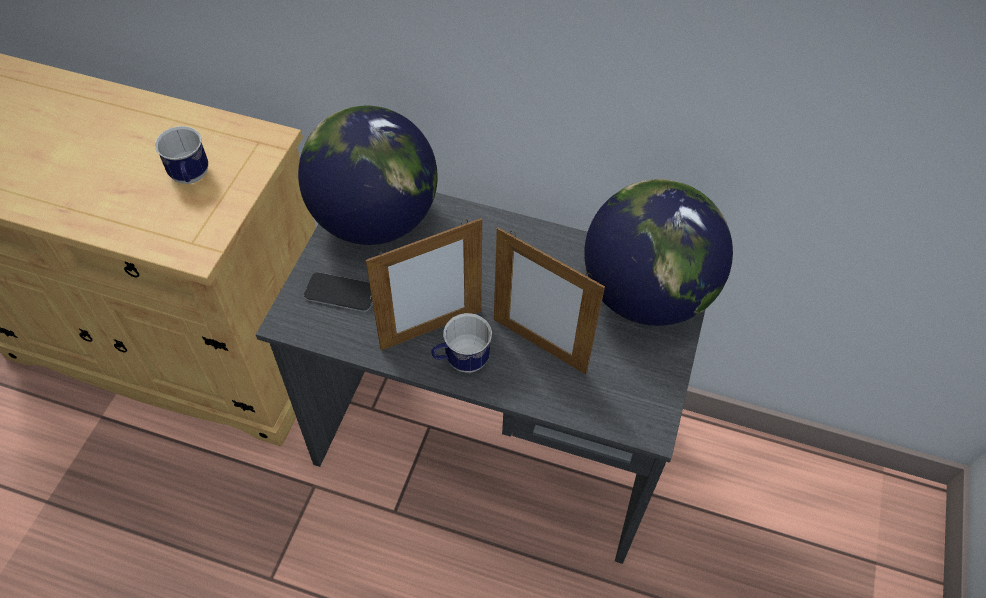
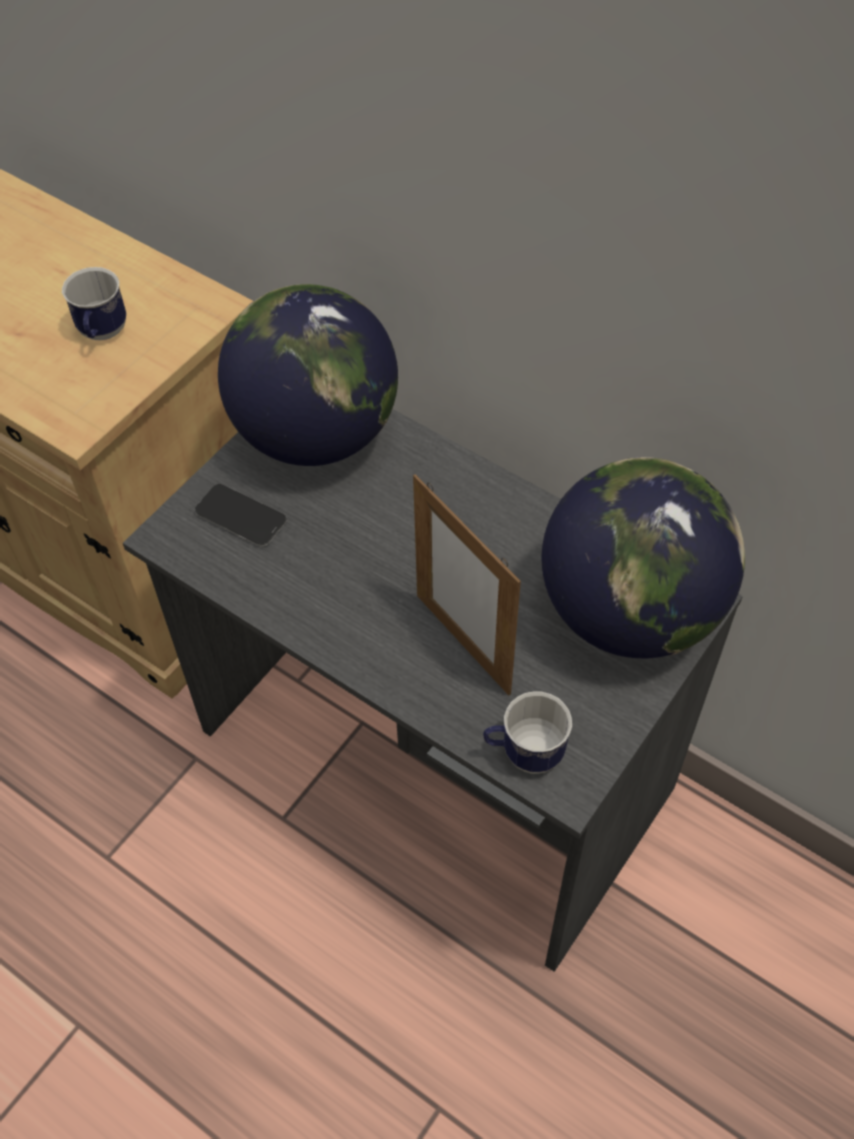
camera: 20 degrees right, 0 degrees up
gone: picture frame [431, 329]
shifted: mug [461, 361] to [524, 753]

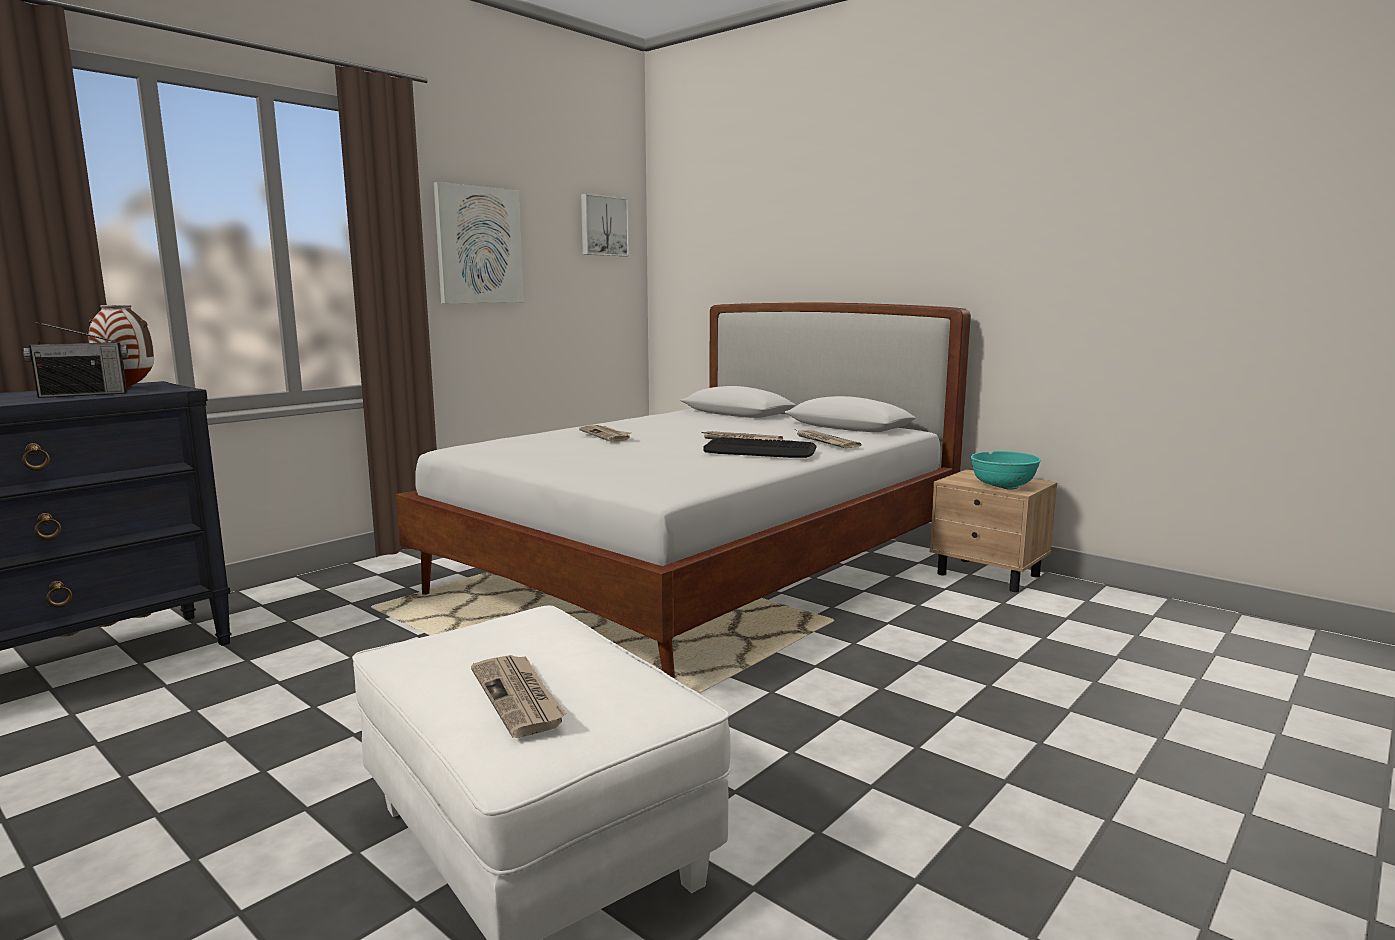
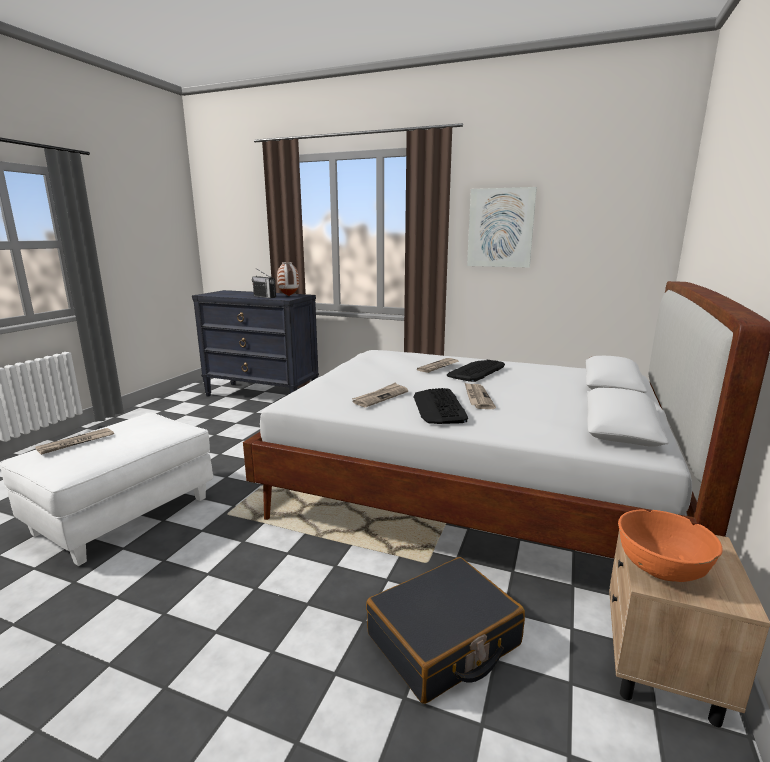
camera: 70 degrees right, 5 degrees up
gone: picture [603, 226]
new: black suitcase [444, 641]; keyboard [476, 371]
shifted: newspaper [825, 441] to [380, 397]
repainted: turquoise bowl [1002, 486] to orange bowl [660, 568]

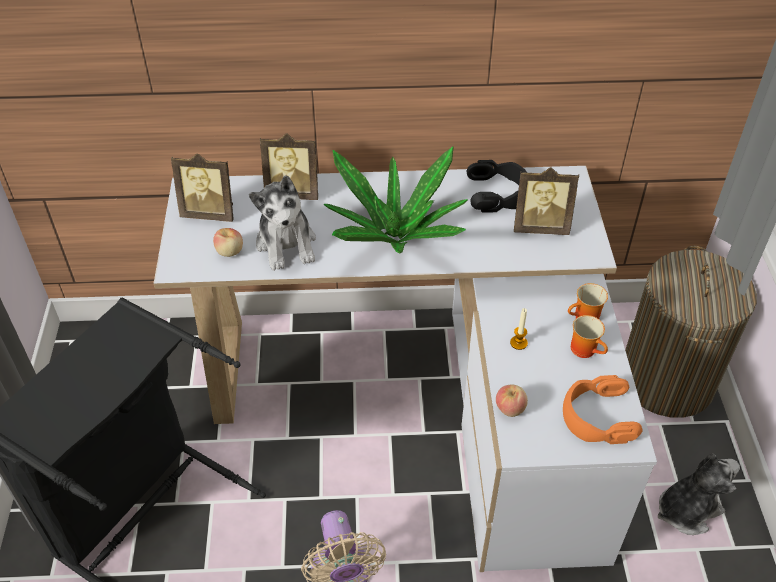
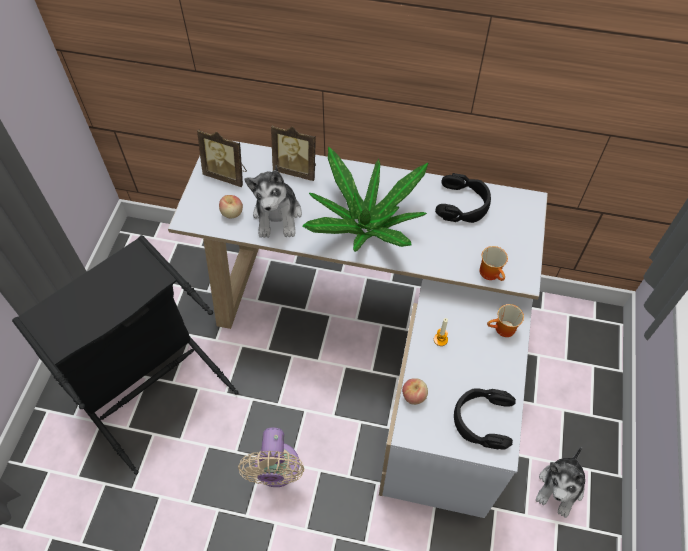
camera: 15 degrees right, 10 degrees up
gone: picture frame [540, 227]; laundry basket [667, 380]
shifted: mug [586, 349] to [492, 273]
repainted: orange headphones [597, 416] to black headphones [482, 420]
rotated: plush toy [687, 509] = [560, 487] 135 degrees clockwise

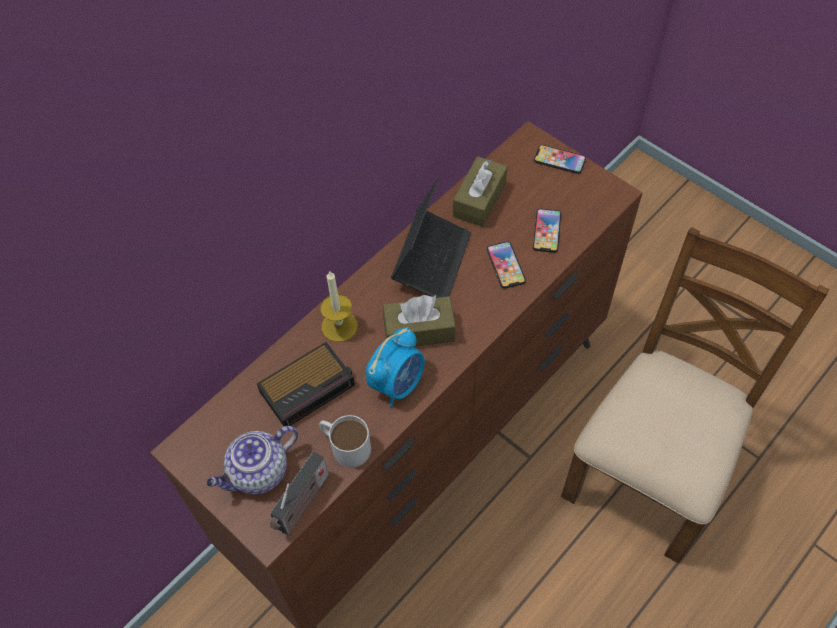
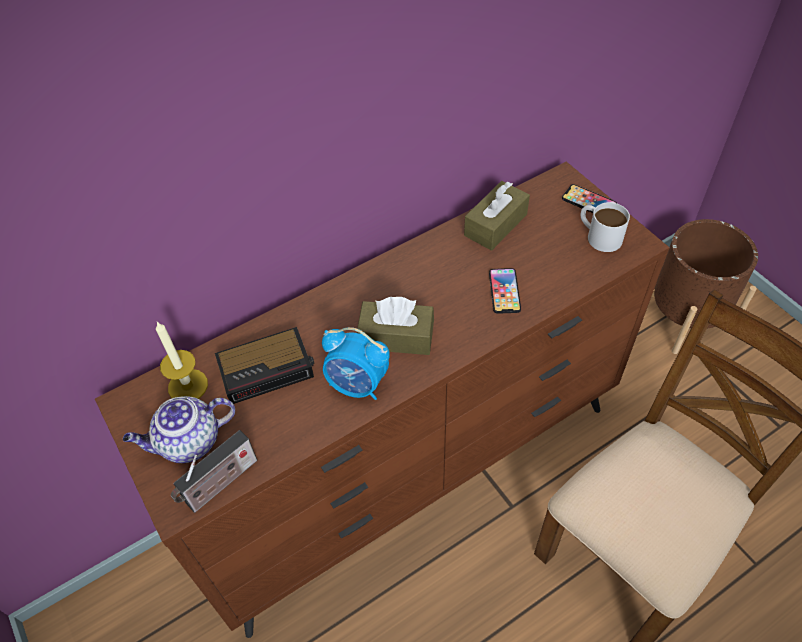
camera: 15 degrees right, 5 degrees down
gone: laptop [432, 260]; phone [546, 231]
new: brown planter [684, 318]
shifted: white mug [344, 445] to [599, 235]; candle [339, 326] to [188, 386]
rotated: alarm clock [397, 383] = [357, 384] 60 degrees clockwise

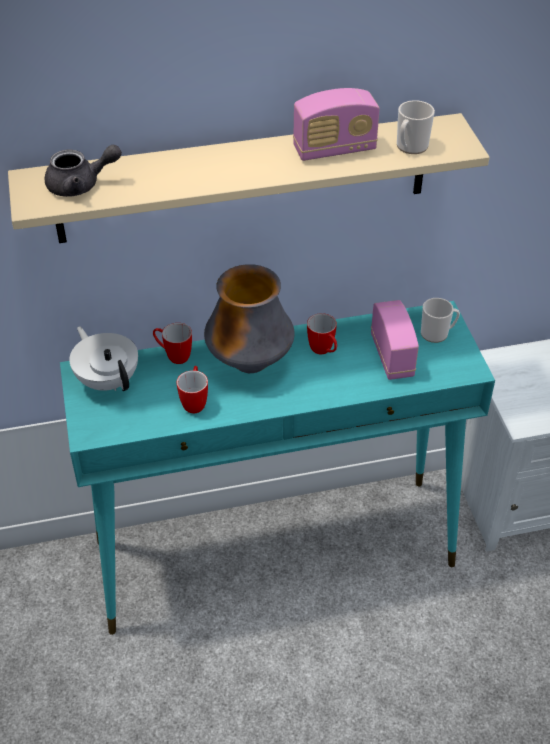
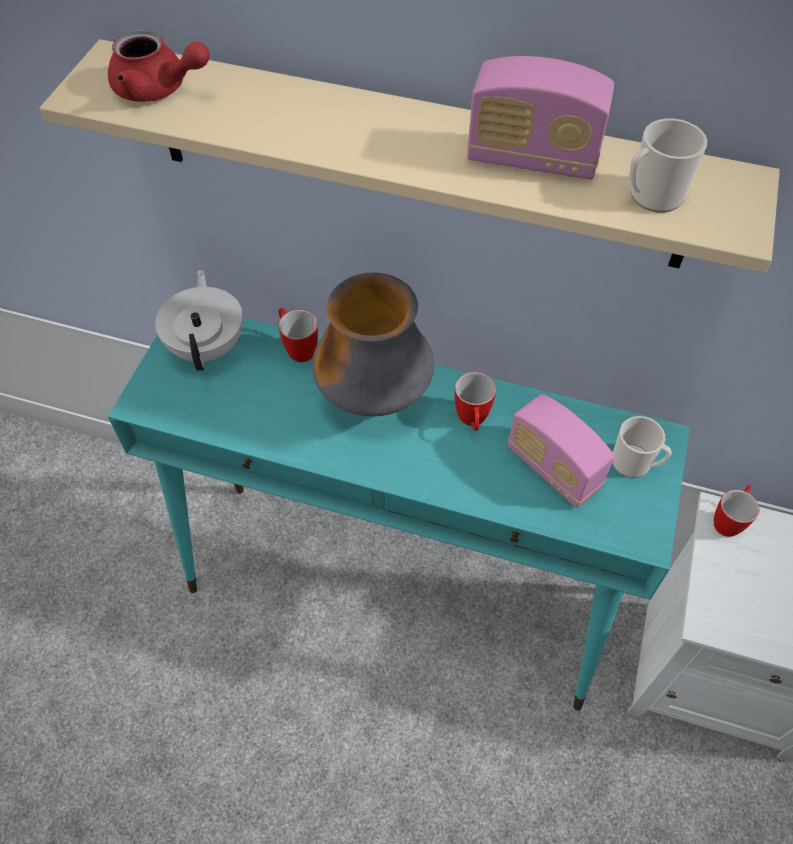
camera: 30 degrees right, 10 degrees up
shifted: mug [195, 401] to [728, 520]
repainted: grey teapot [81, 185] to red teapot [159, 89]
rotated: radio [392, 356] = [553, 468] 120 degrees clockwise

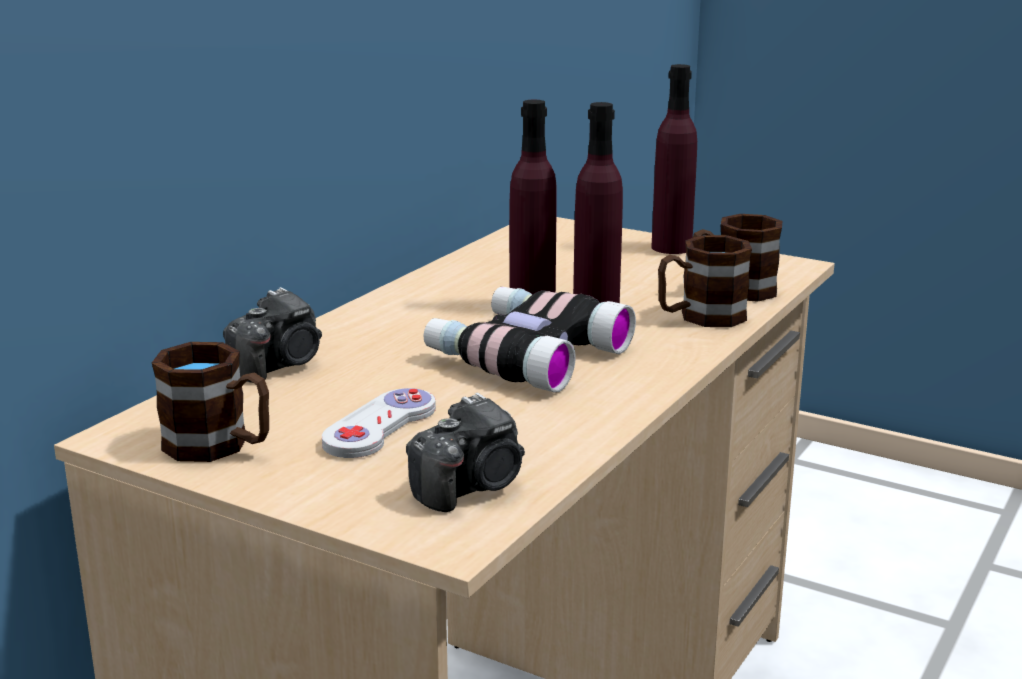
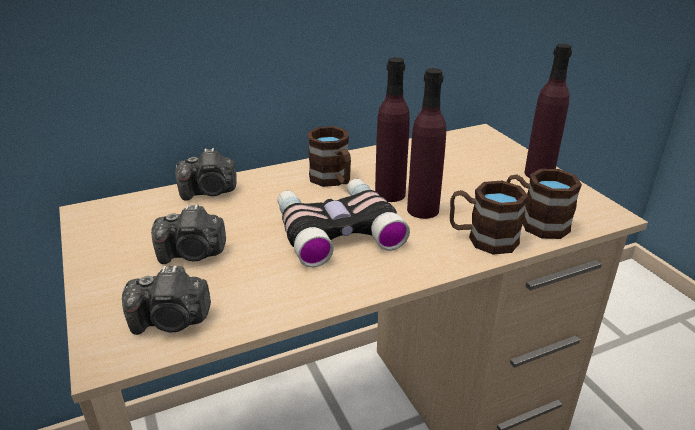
camera: 35 degrees right, 10 degrees up
shifted: brown mug [220, 447] to [333, 180]
swapped: white game controller [380, 427] to photo camera [193, 254]

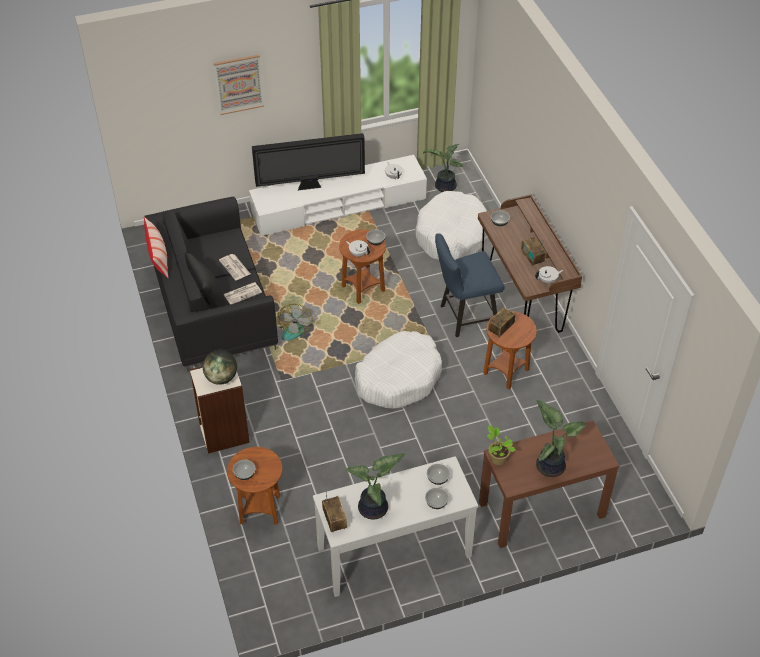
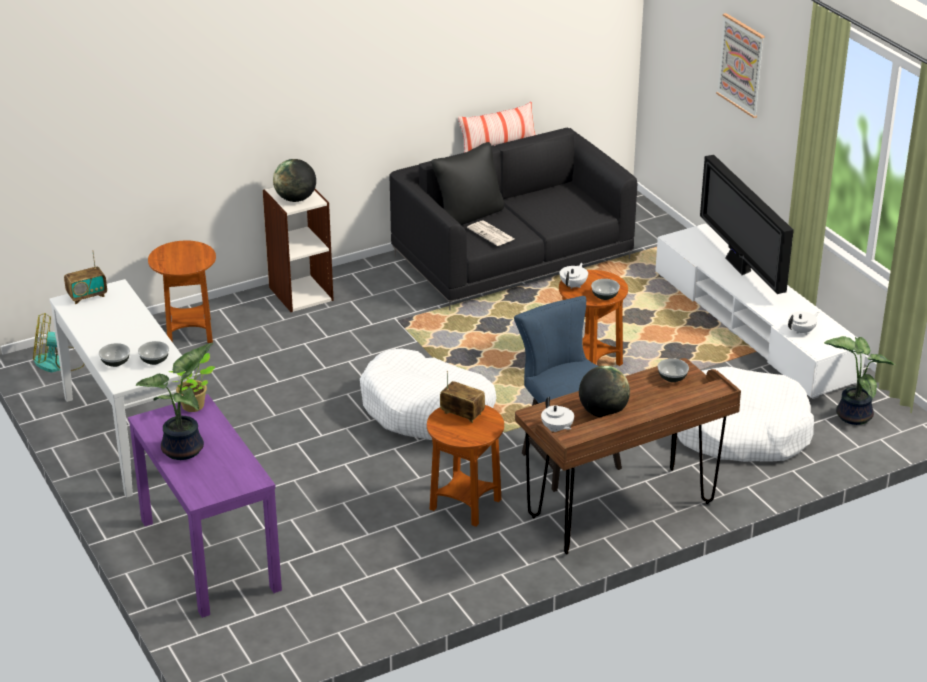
camera: 80 degrees right, 15 degrees down
gone: newspaper [235, 267]; bowl [244, 474]; potted plant [375, 509]
shifted: fan [293, 328] to [59, 363]
swapped: radio [532, 258] to globe [603, 413]
repainted: brown console table [541, 510] to purple console table [209, 554]

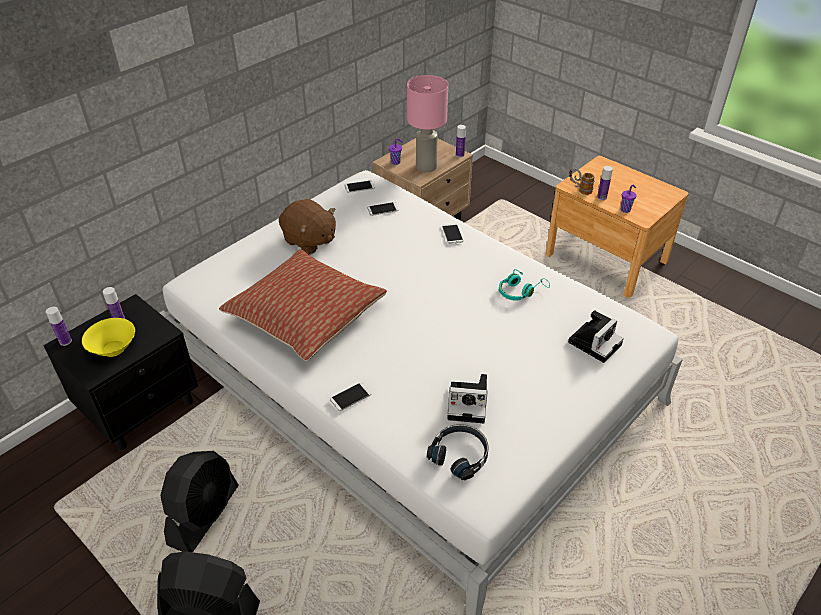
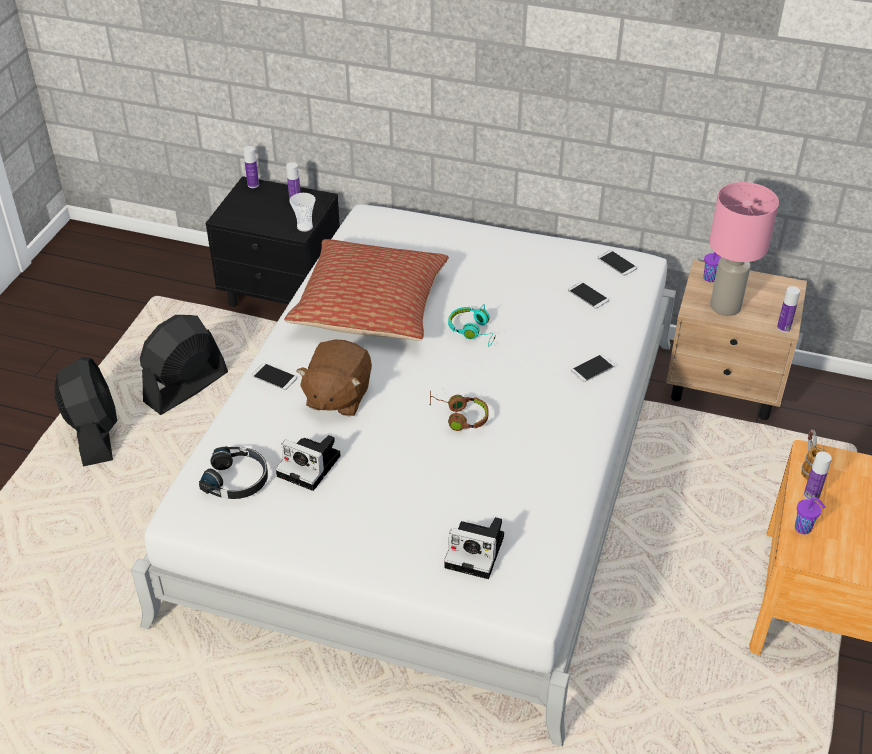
camera: 65 degrees right, 0 degrees up
gone: yellow bowl [113, 349]
new: cup [305, 227]; brown headphones [458, 416]
shifted: brown plush toy [309, 241] to [337, 396]; turquoise headphones [520, 291] to [473, 331]
rotated: black fan [204, 515] = [185, 388] 135 degrees clockwise; photo camera [469, 403] = [311, 466] 45 degrees counterclockwise

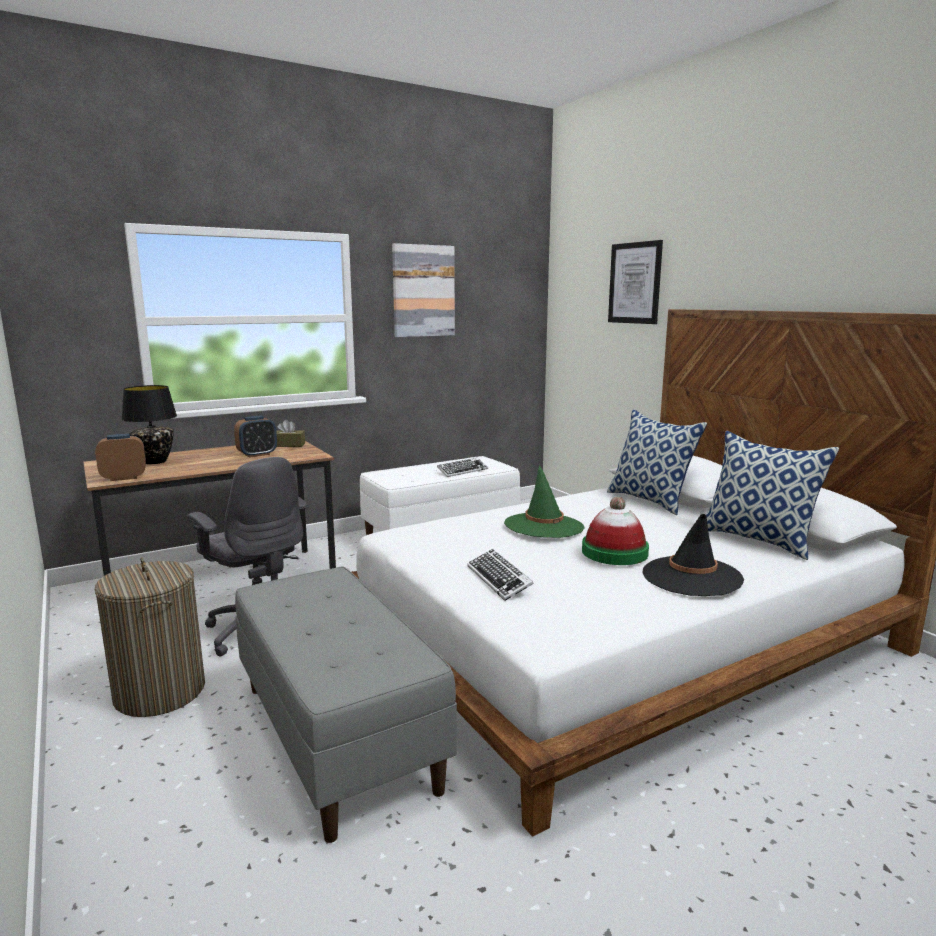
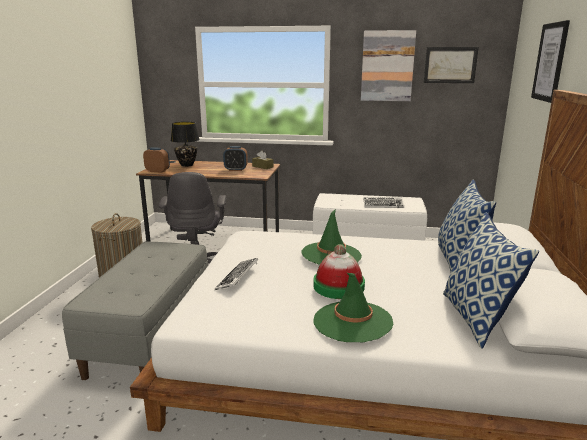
camera: 40 degrees right, 5 degrees up
new: picture [450, 65]
repainted: black hat [691, 576] to green hat [352, 321]

